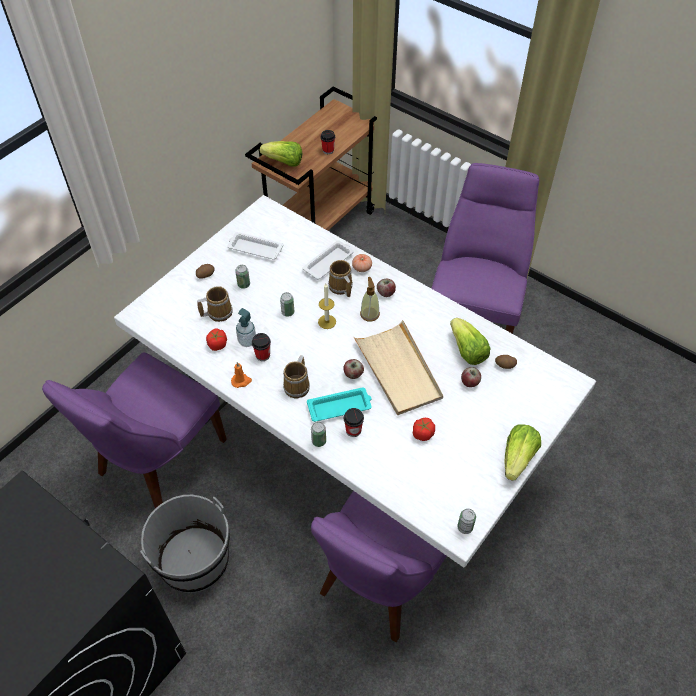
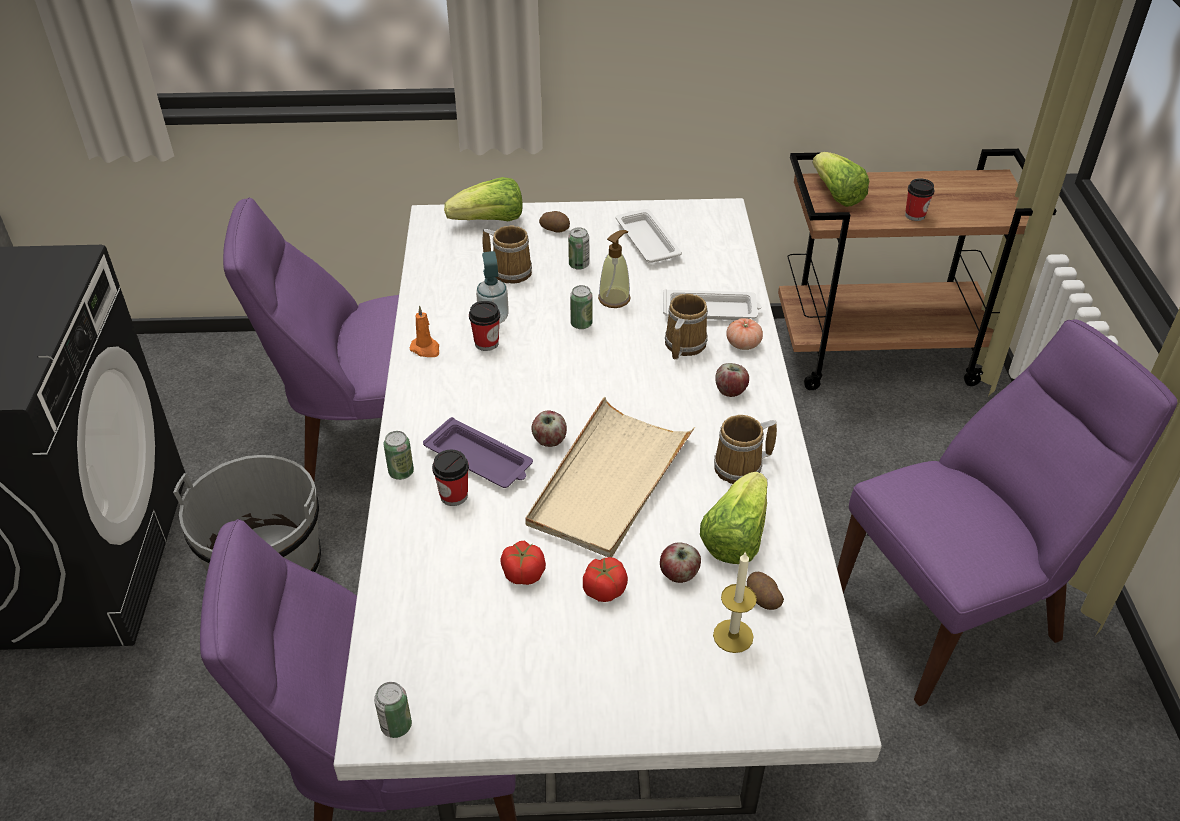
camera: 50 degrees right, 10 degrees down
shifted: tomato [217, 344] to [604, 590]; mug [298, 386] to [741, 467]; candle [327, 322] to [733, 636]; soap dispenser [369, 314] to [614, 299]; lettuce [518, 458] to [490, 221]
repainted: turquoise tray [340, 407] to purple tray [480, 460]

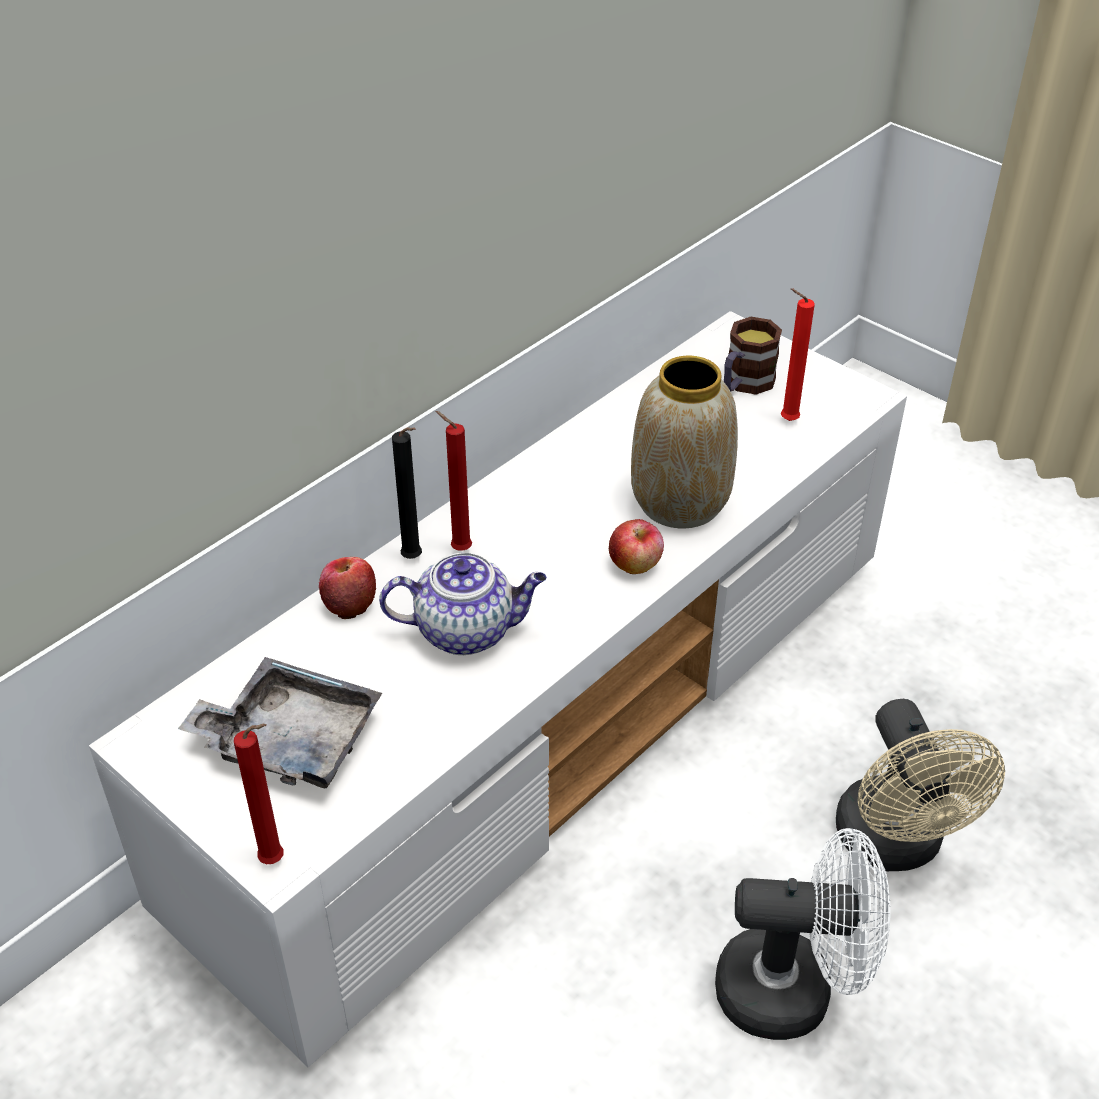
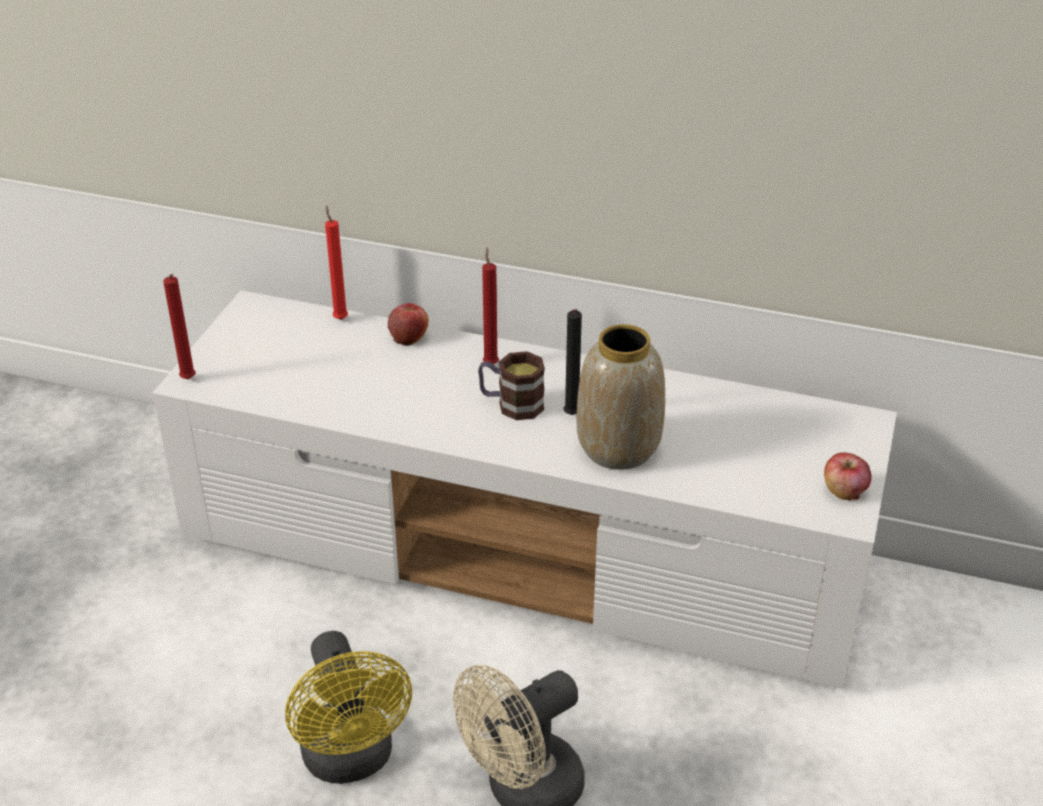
camera: 65 degrees right, 5 degrees down
gone: grey tray [290, 739]; teapot [467, 630]
shifted: black candle [414, 559] to [571, 416]; apple [635, 564] to [844, 491]; mug [744, 384] to [511, 404]; red candle [786, 420] to [340, 318]
repainted: white fan [793, 990] to yellow fan [351, 760]

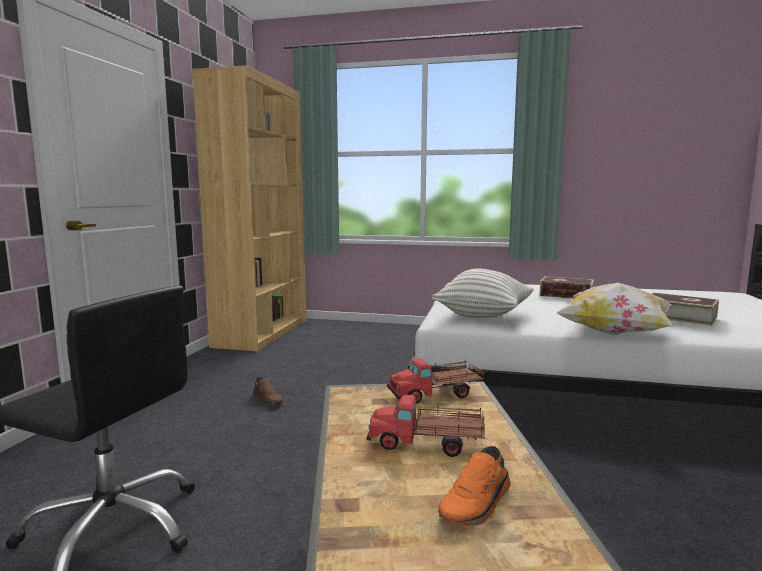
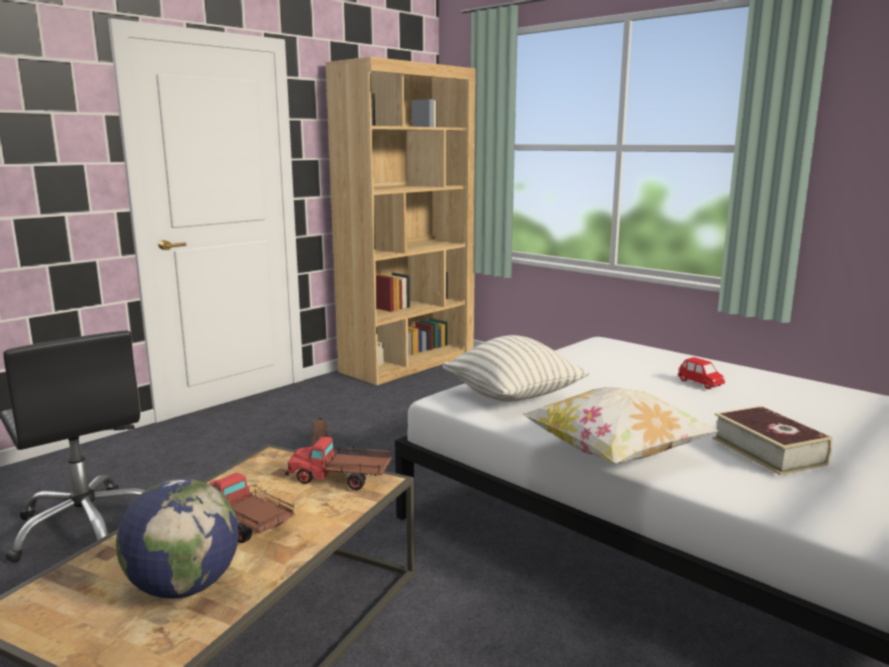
camera: 30 degrees right, 5 degrees up
swapped: orange shoe [478, 504] to globe [184, 587]; book [566, 295] to red toy car [700, 383]

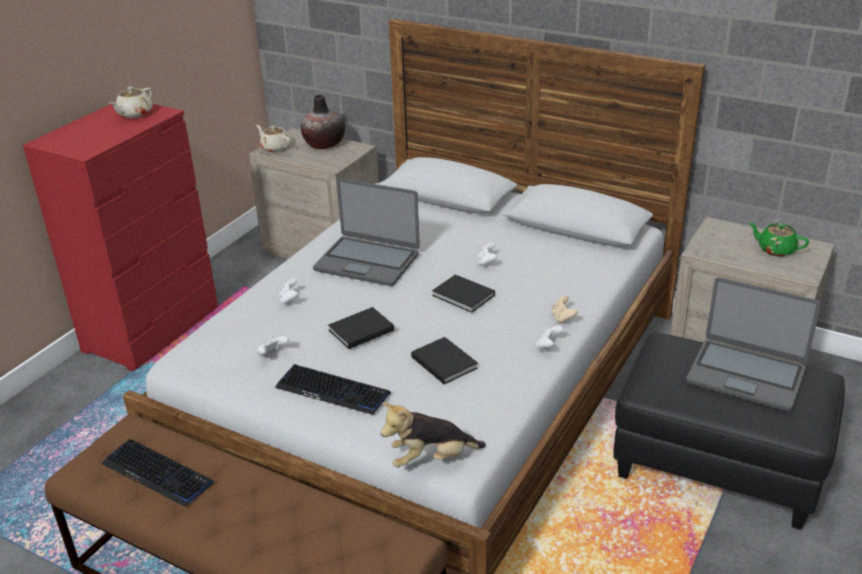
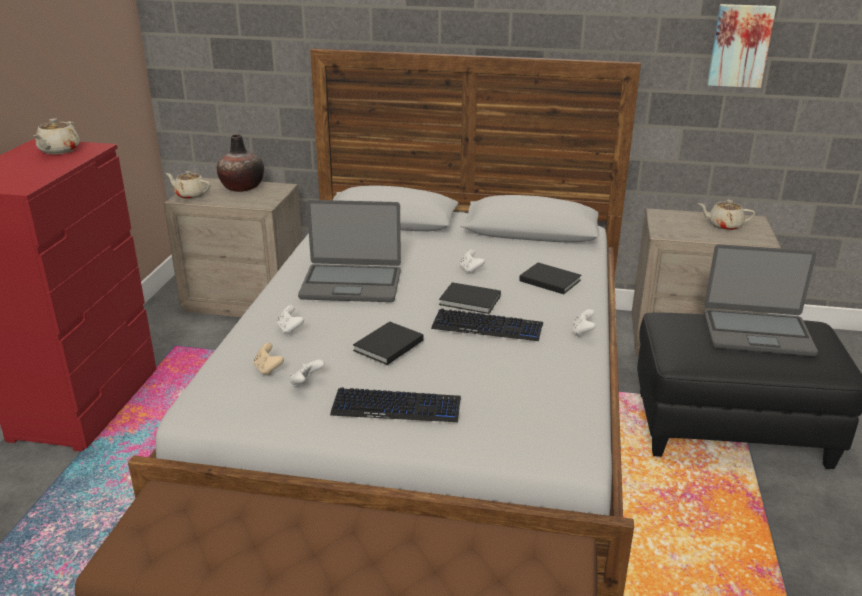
camera: 20 degrees left, 5 degrees down
gone: plush toy [431, 459]
new: picture [740, 45]
shifted: keyboard [157, 473] to [487, 327]; black book [444, 361] to [549, 280]; beige game controller [562, 318] to [268, 369]
repainted: green teapot [775, 249] to beige teapot [724, 225]

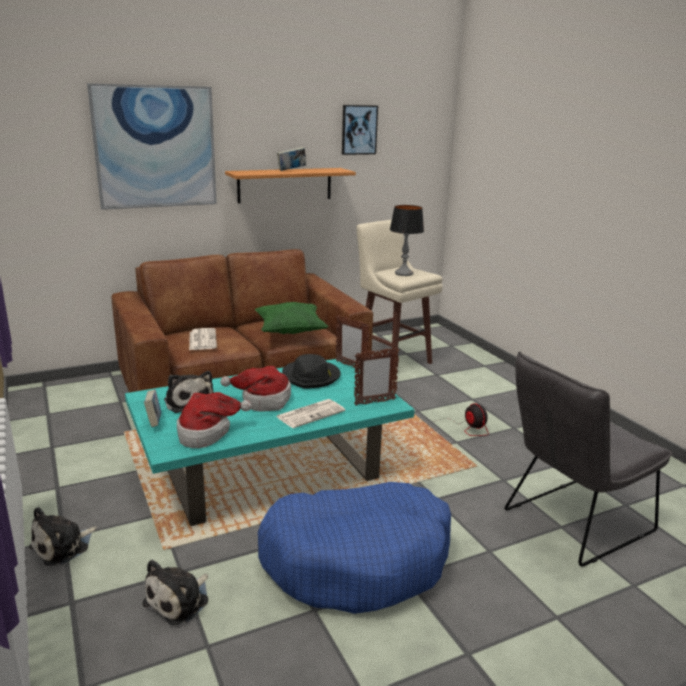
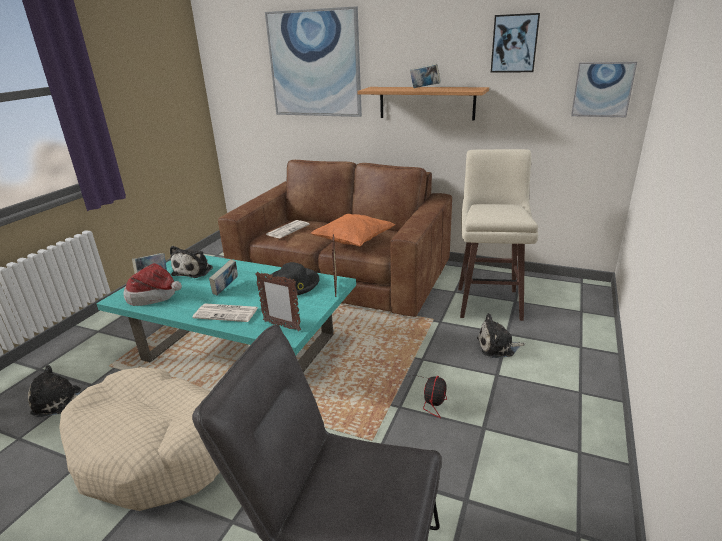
camera: 50 degrees right, 5 degrees up
gone: table lamp [403, 273]
new: picture [602, 89]
shifted: plush toy [63, 546] to [498, 347]
swapped: hat [263, 401] to book [226, 289]
repainted: green pillow [290, 332] to orange pillow [353, 242]; blue dog bed [357, 560] to beige dog bed [157, 449]

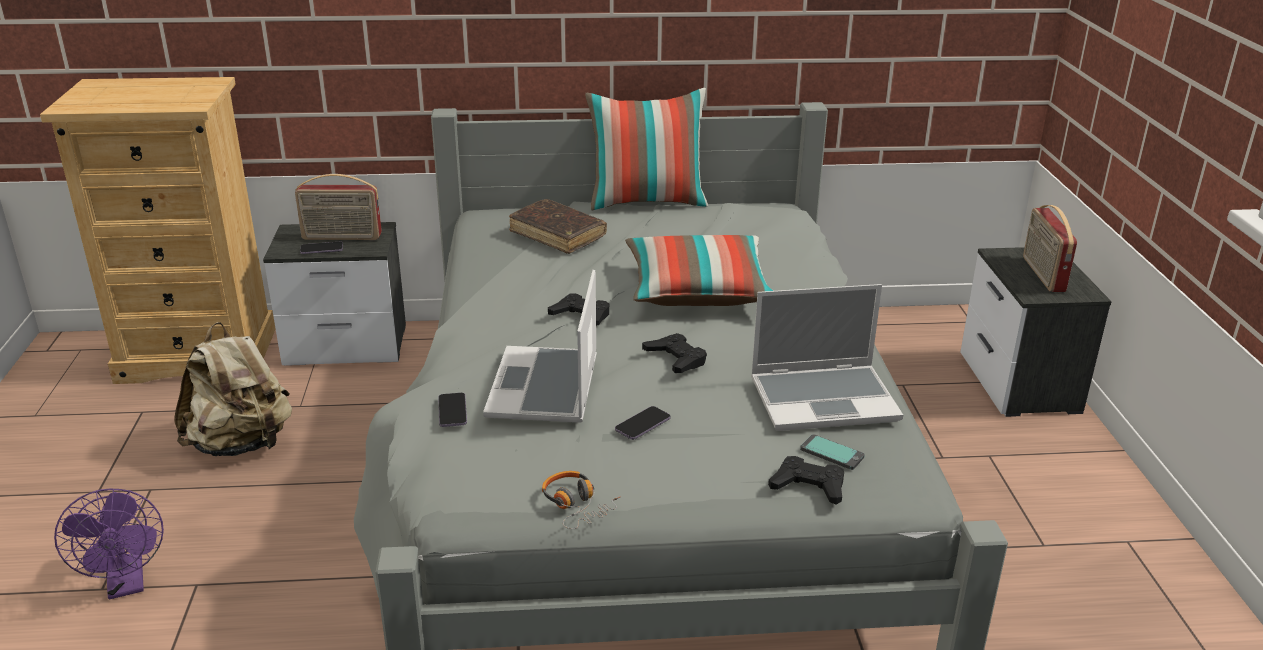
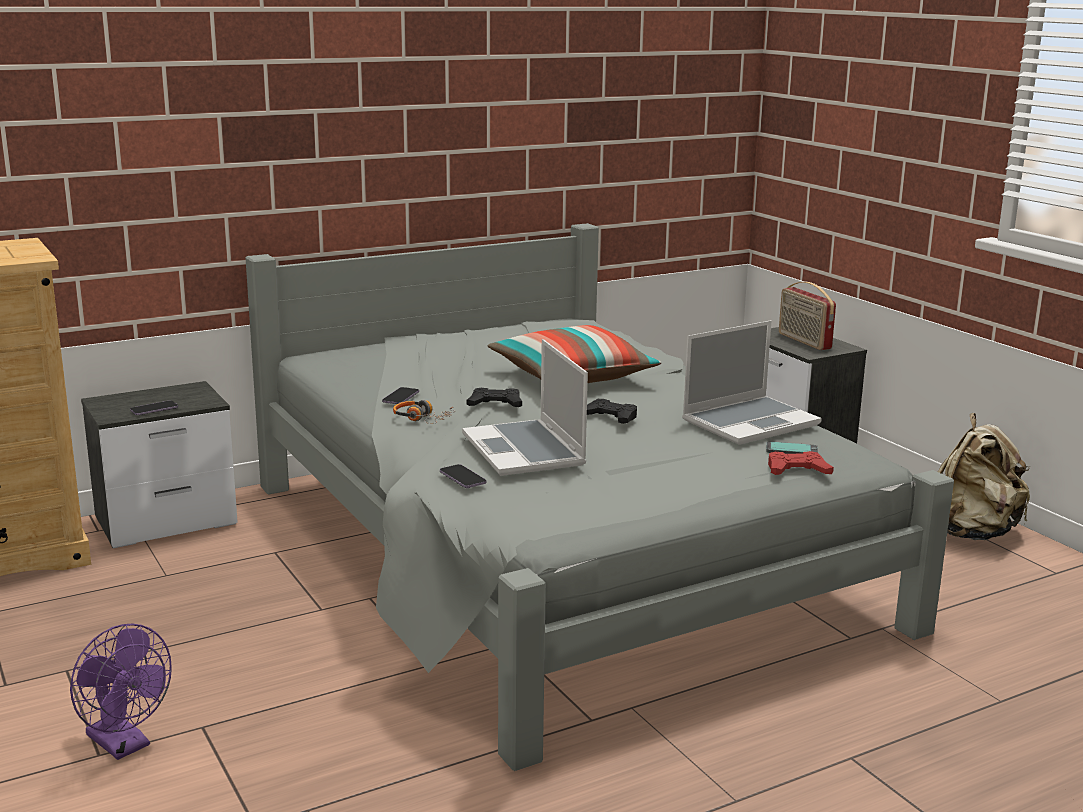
camera: 25 degrees left, 10 degrees down
gone: radio [341, 237]; brown book [557, 235]; pillow [647, 202]
shifted: beige backpack [241, 444] to [973, 533]; headphones [577, 505] to [423, 419]; phone [642, 424] to [400, 397]
repainted: black game controller [808, 486] to red game controller [797, 470]

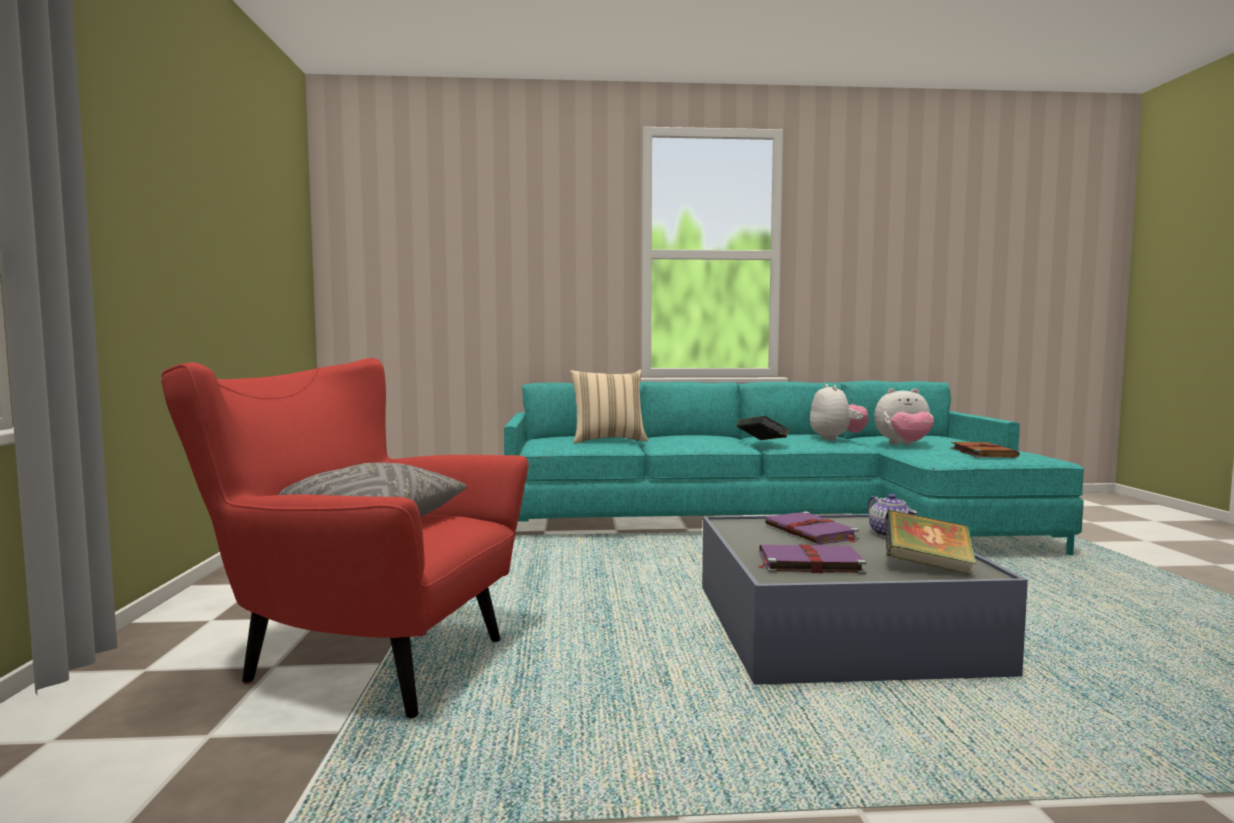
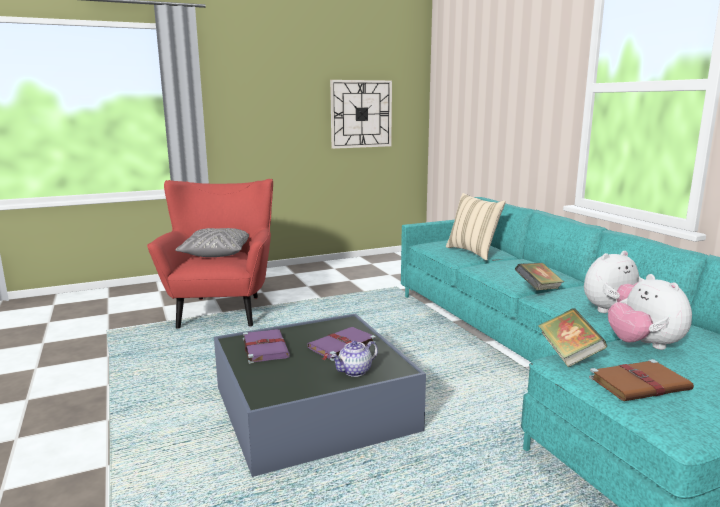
camera: 70 degrees right, 10 degrees up
new: wall clock [361, 114]
shifted: book [927, 566] to [569, 354]

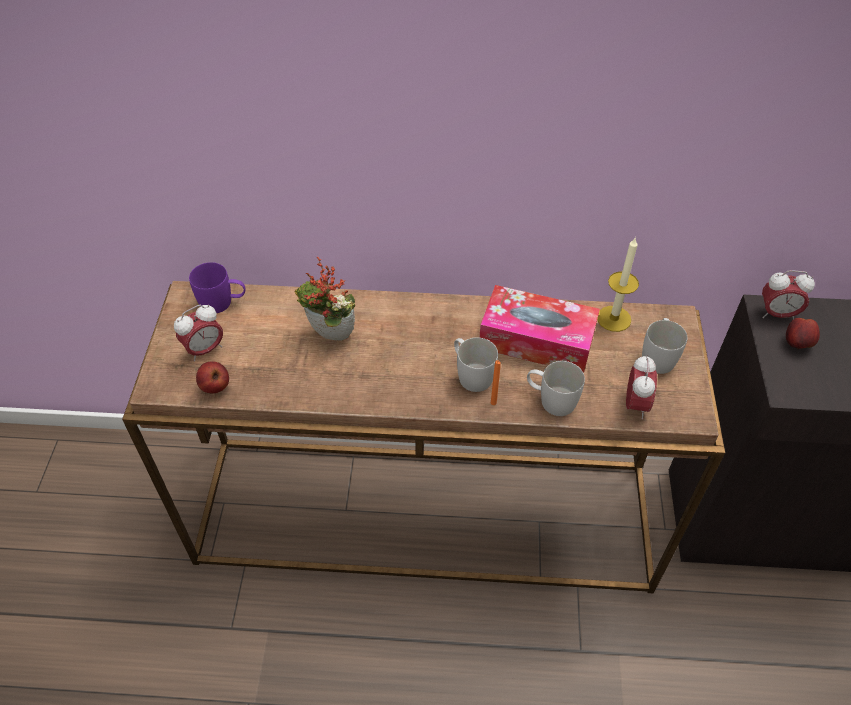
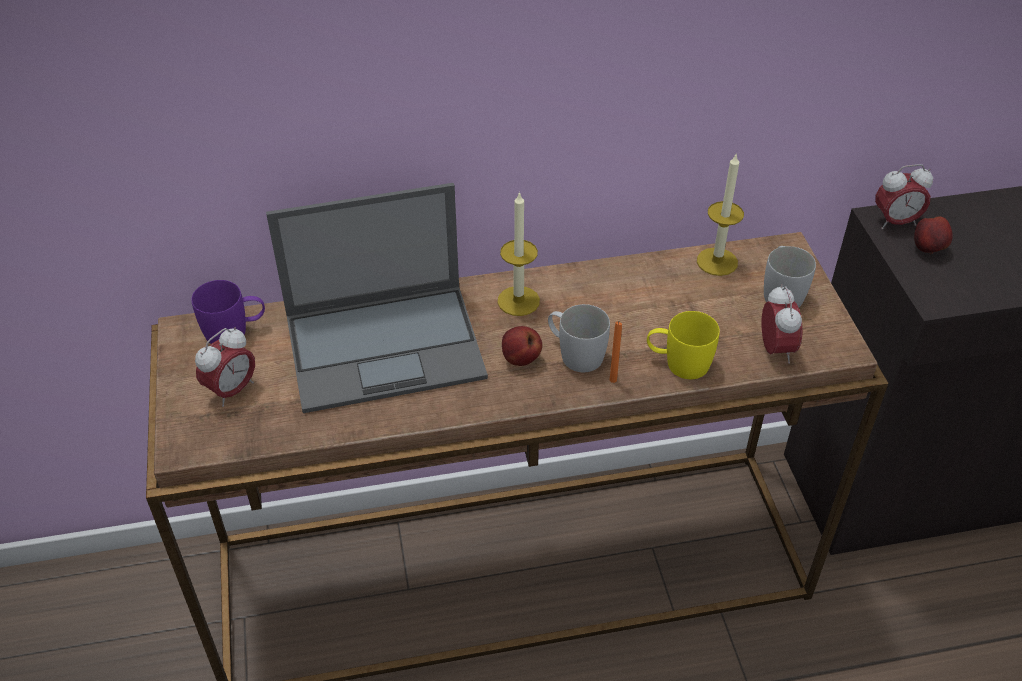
camera: 15 degrees left, 5 degrees down
gone: tissue box [536, 340]
new: candle [518, 301]
shifted: apple [215, 387] to [520, 359]
swapped: potted plant [329, 337] to laptop [387, 346]
repainted: white mug [551, 399] to yellow mug [678, 363]

